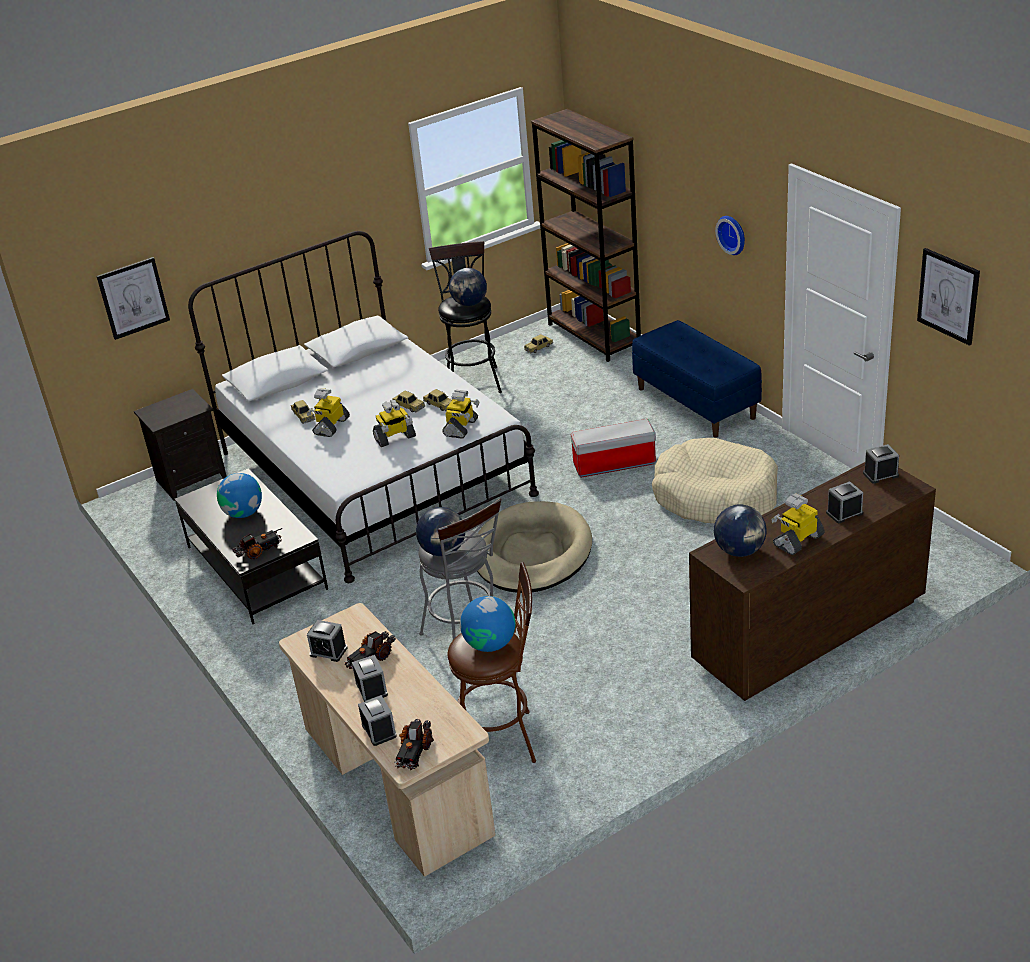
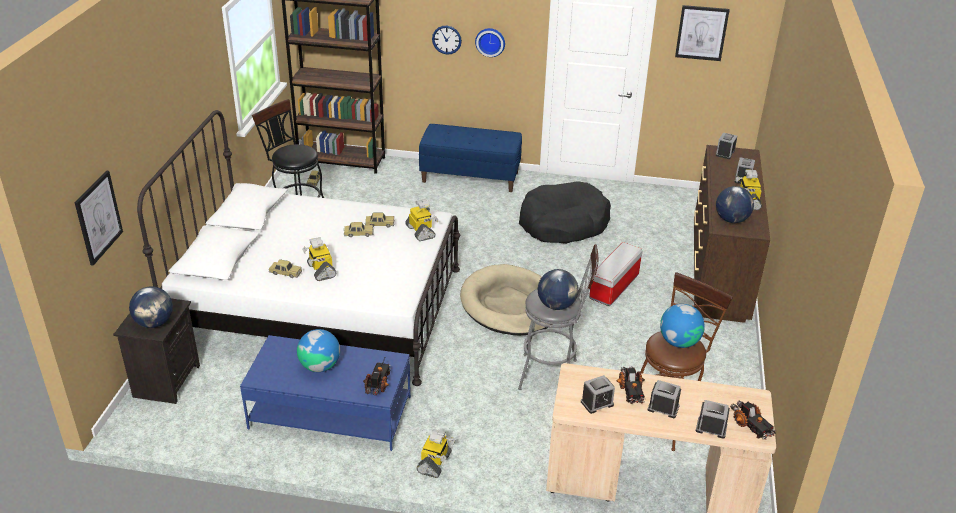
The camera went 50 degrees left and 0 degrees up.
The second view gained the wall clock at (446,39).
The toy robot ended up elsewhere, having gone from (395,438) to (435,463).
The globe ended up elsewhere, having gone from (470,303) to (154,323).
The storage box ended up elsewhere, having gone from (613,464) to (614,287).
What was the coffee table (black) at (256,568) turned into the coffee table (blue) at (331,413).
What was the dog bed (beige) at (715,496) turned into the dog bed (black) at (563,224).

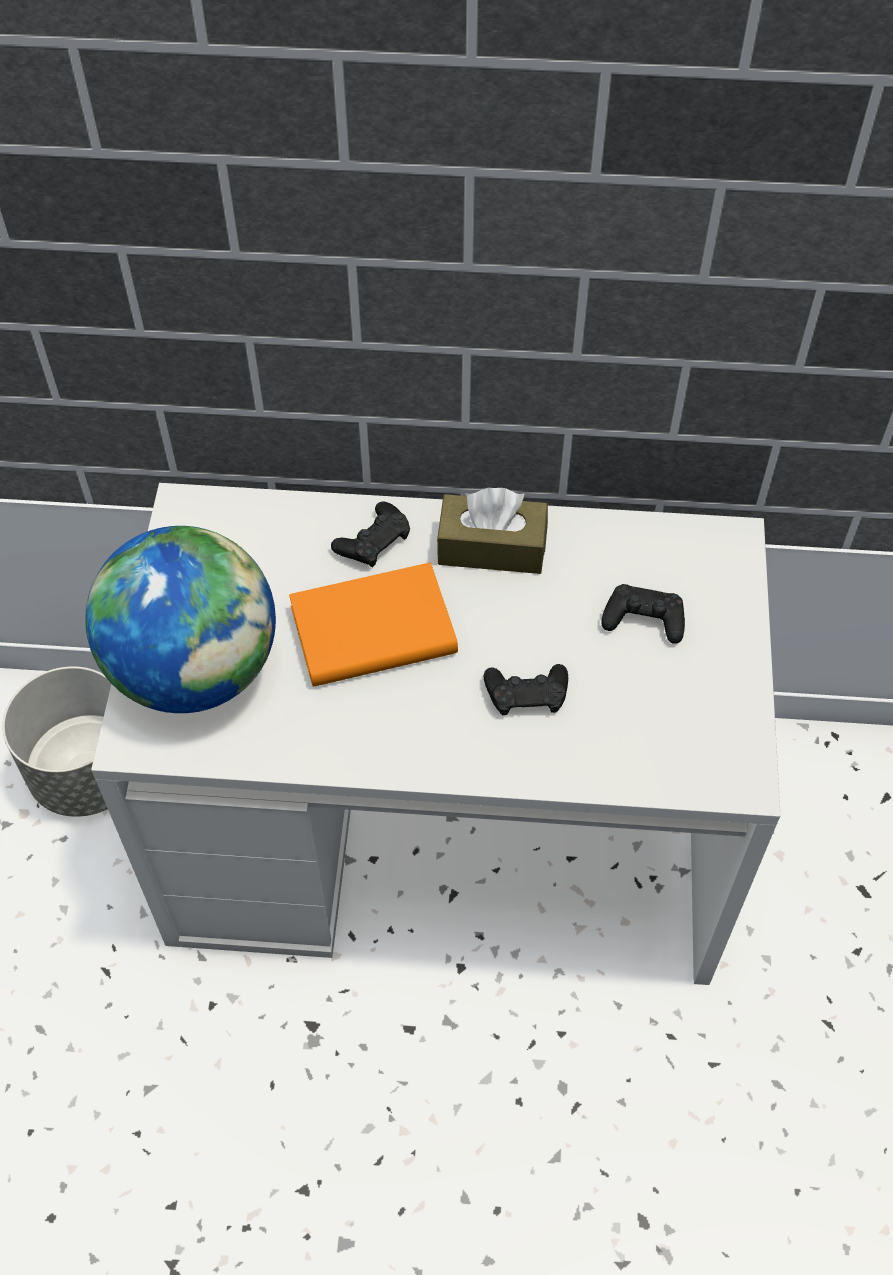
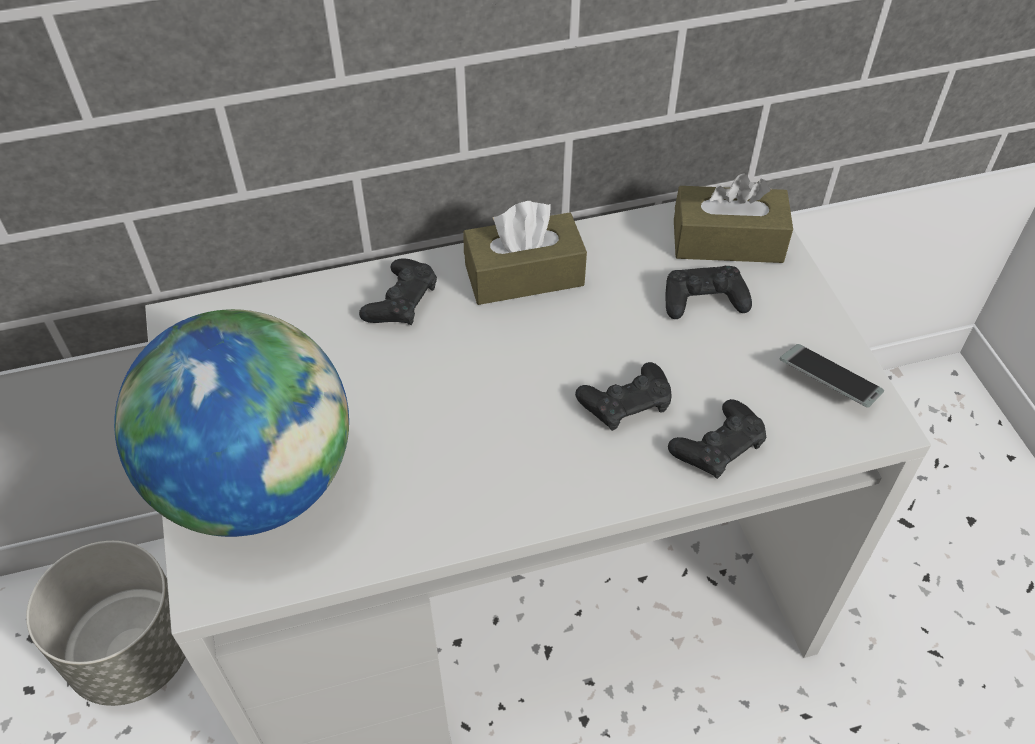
The camera went 20 degrees left and 5 degrees down.
The second view lost the book (orange) at (373,631).
The second view gained the game controller (black) at (718,446).
The second view gained the tissue box (brown) at (727,241).
The second view gained the phone at (828,382).

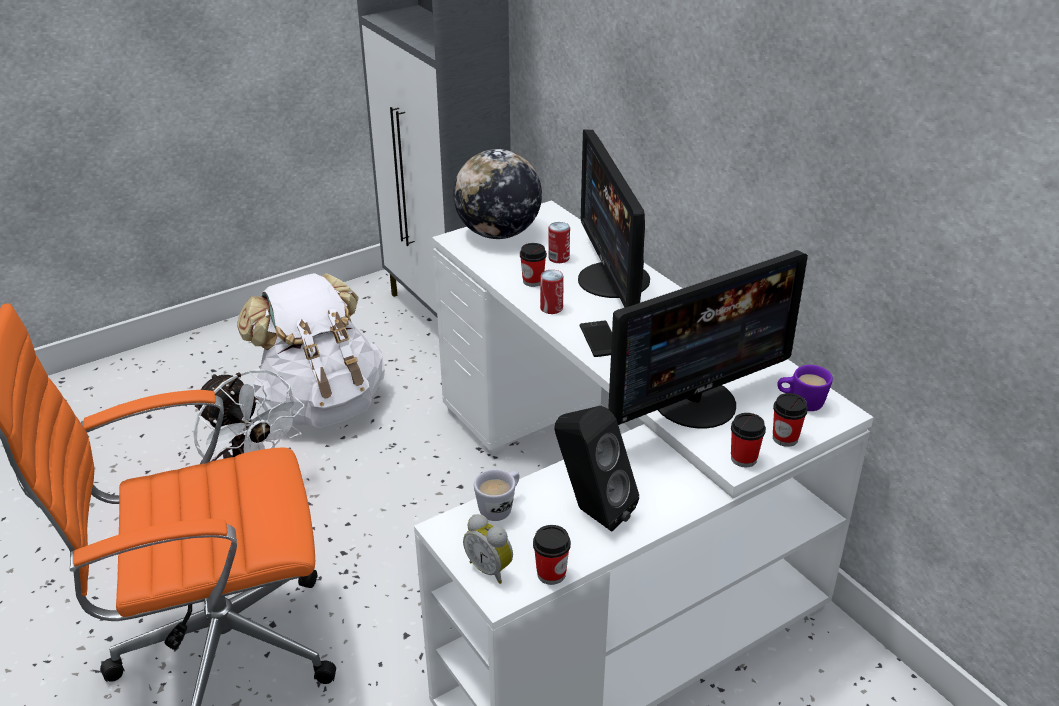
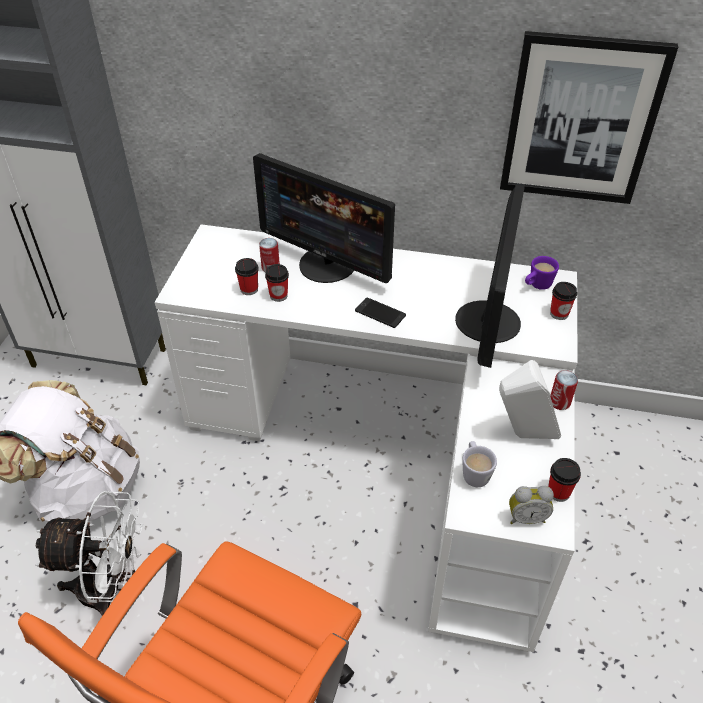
The camera went 45 degrees left and 10 degrees up.
The second view lost the globe at (498,233).
The second view gained the picture at (580,120).
The can ended up elsewhere, having gone from (551,308) to (559,402).
The cup ended up elsewhere, having gone from (743,459) to (249,289).
What was the speaker (black) at (591,511) turned into the speaker (white) at (522,434).

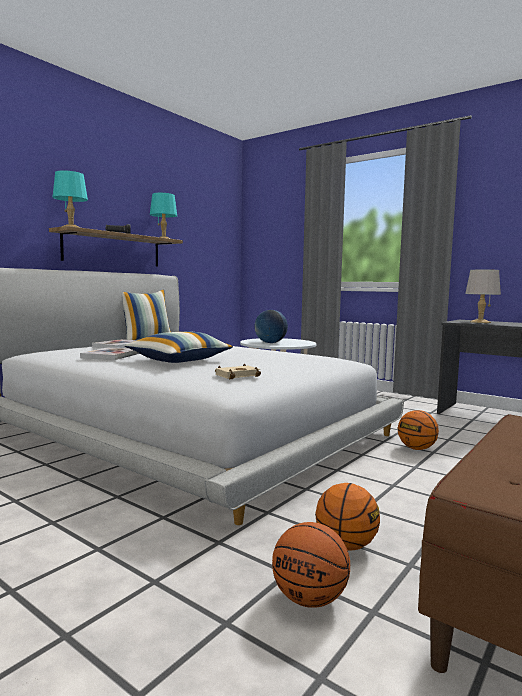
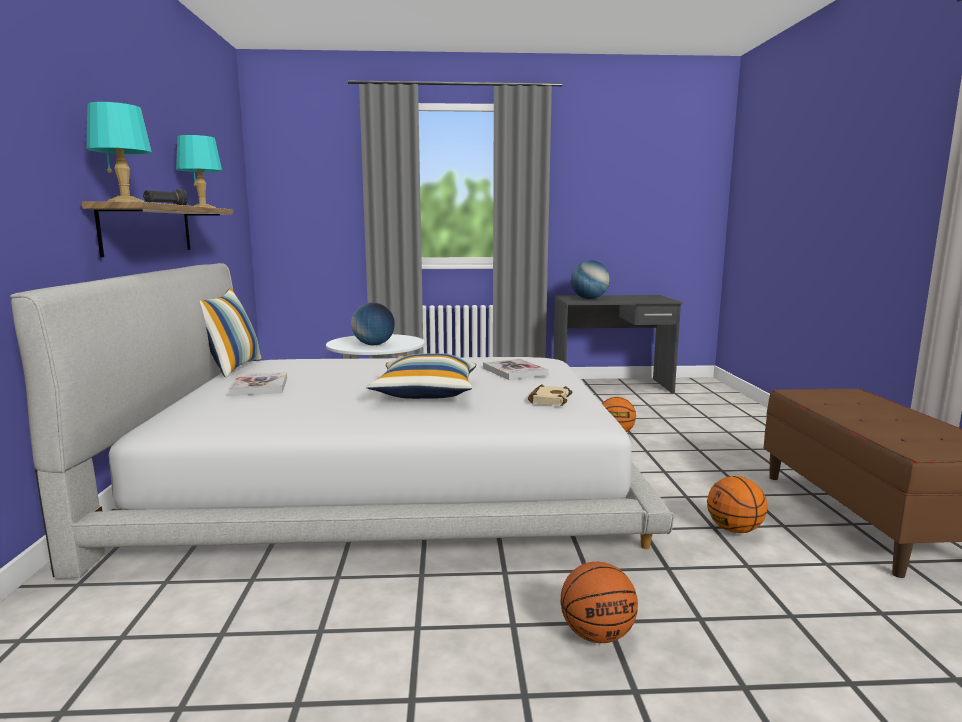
The camera went 40 degrees left and 5 degrees up.
The book ended up elsewhere, having gone from (111,355) to (514,371).
The basketball ended up elsewhere, having gone from (309,599) to (597,635).
Where the table lamp (grey) stood at (480,322), the globe came to stand at (589,298).

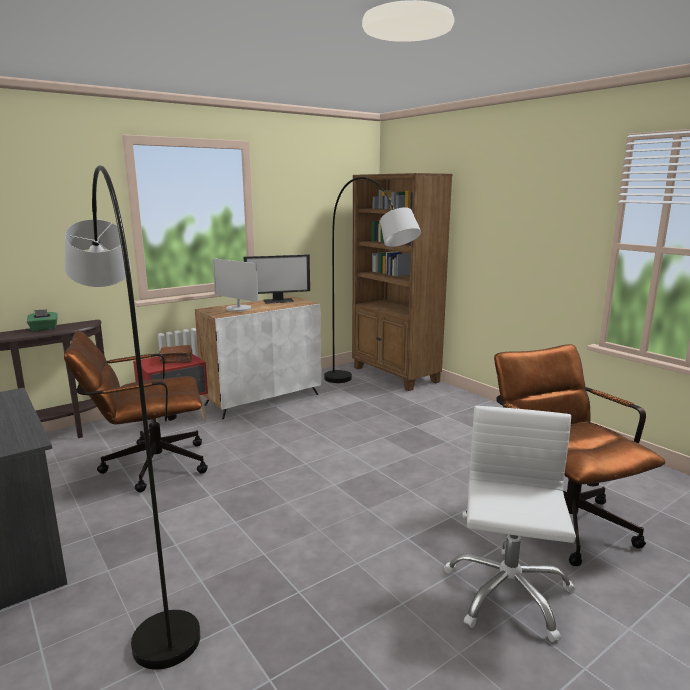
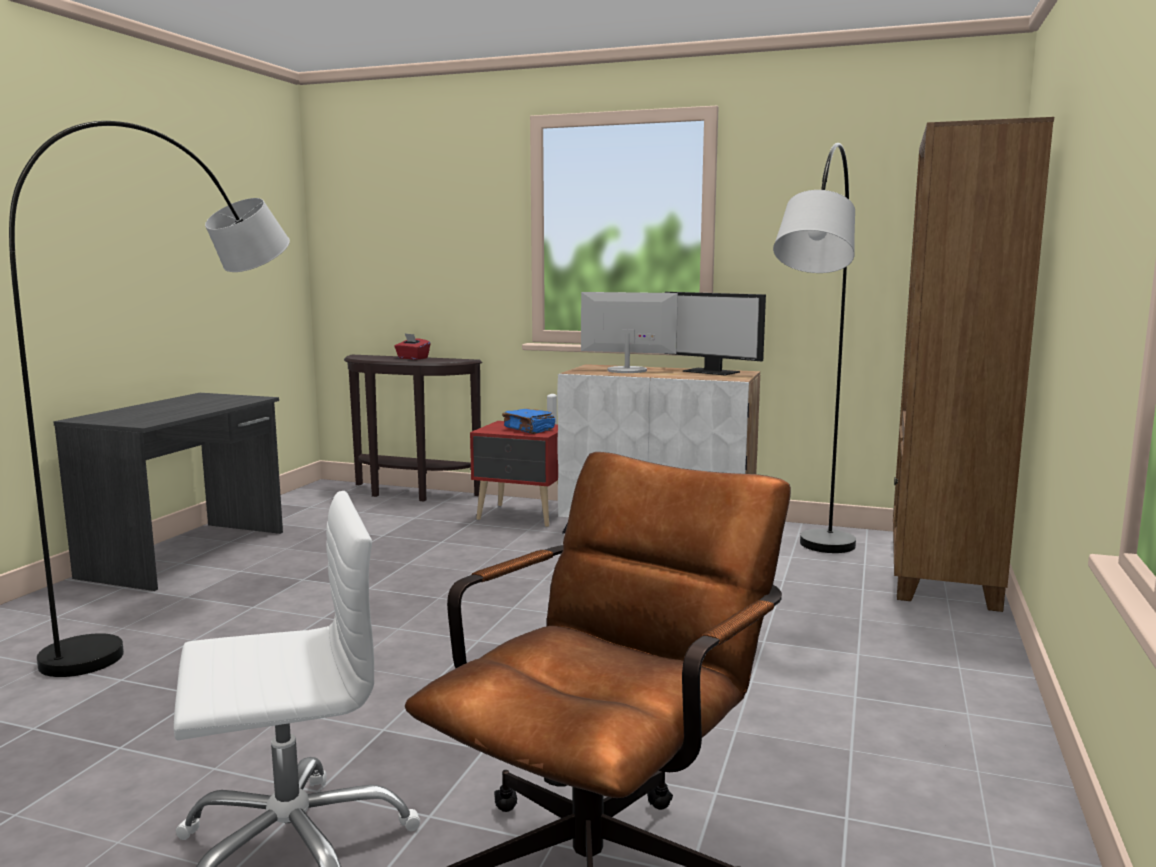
The camera went 55 degrees right and 5 degrees down.
The second view lost the office chair (brown) at (147,466).
What was the tissue box (green) at (44,329) turned into the tissue box (red) at (412,358).
What was the book (brown) at (177,360) turned into the book (blue) at (529,429).
The monitor at (238,308) ended up facing another way, 105 degrees clockwise from before.

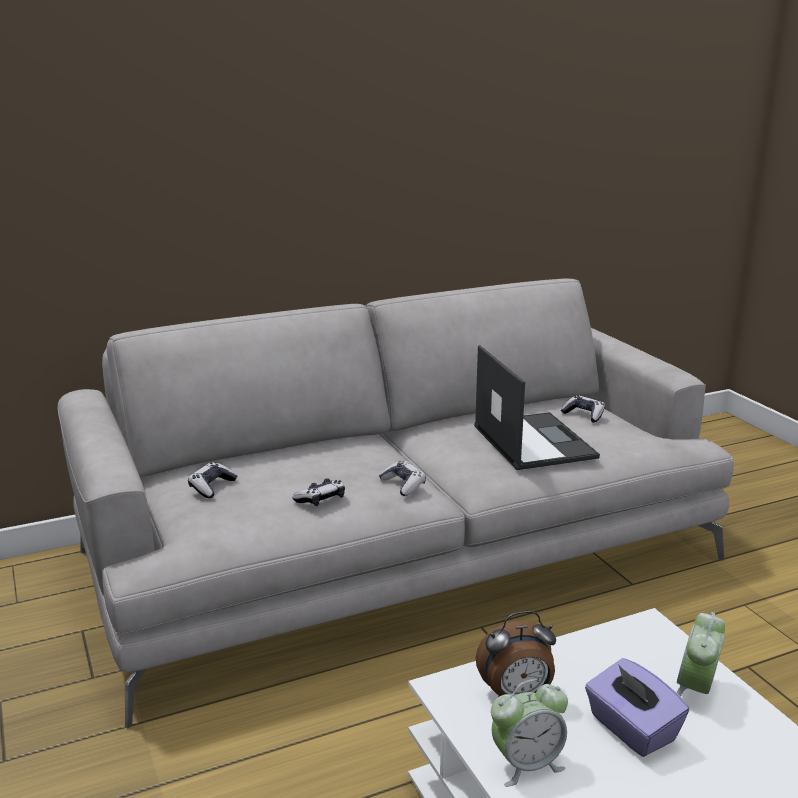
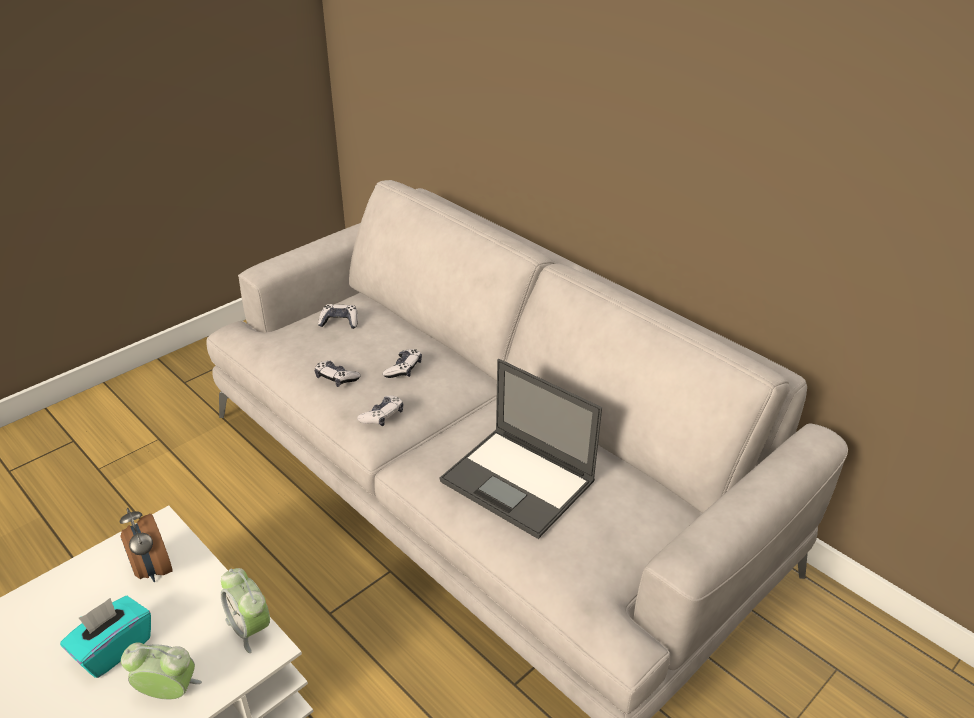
The camera went 70 degrees right and 15 degrees up.
The alarm clock ended up elsewhere, having gone from (527,764) to (250,628).
The game controller ended up elsewhere, having gone from (584,415) to (403,369).
What was the tissue box (purple) at (631,729) turned into the tissue box (turquoise) at (113,648).
The laptop at (532,441) ended up facing another way, 75 degrees clockwise from before.

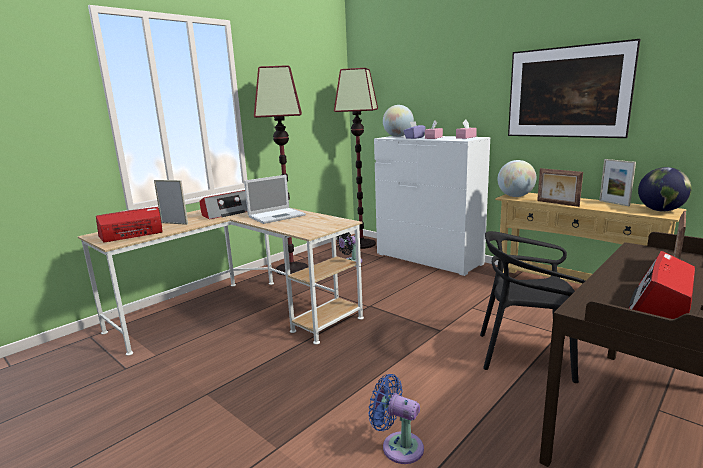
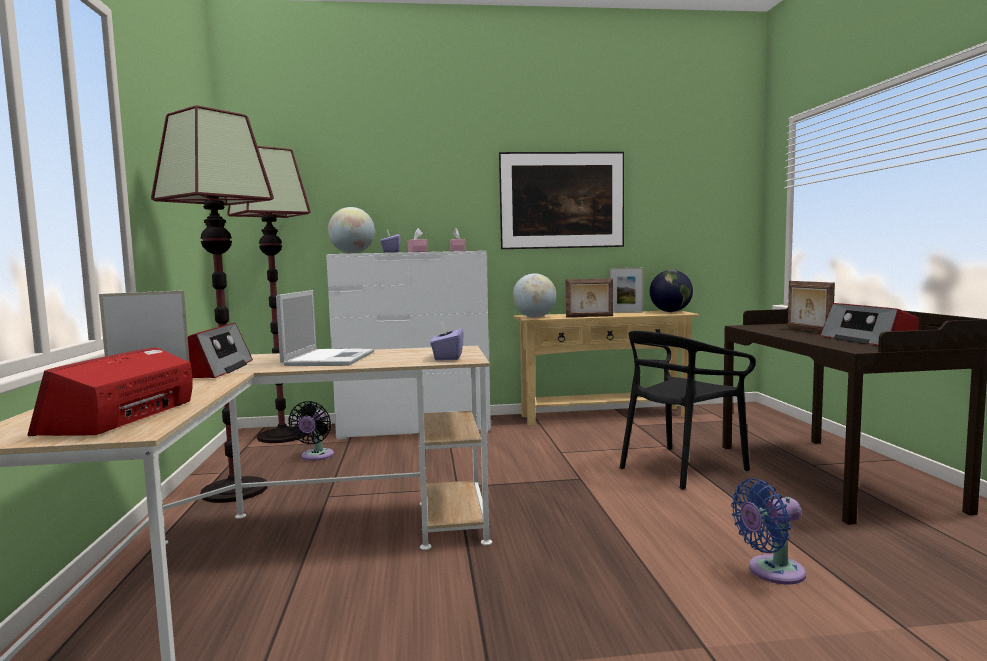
The camera went 50 degrees left and 10 degrees down.
The second view gained the tissue box (purple) at (447,357).

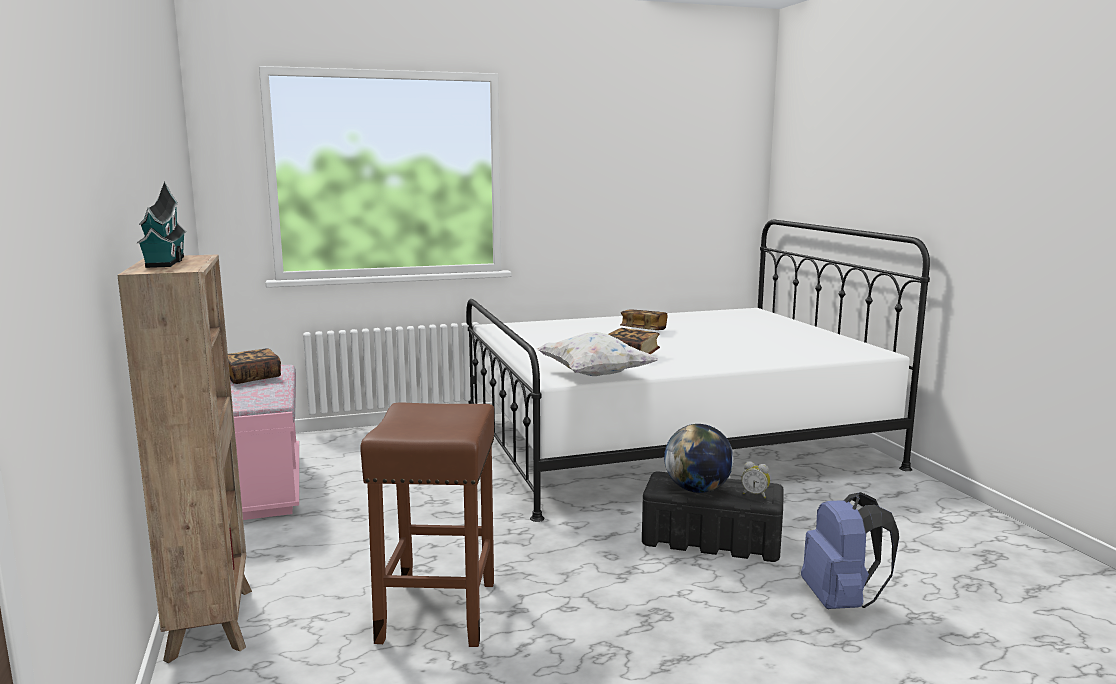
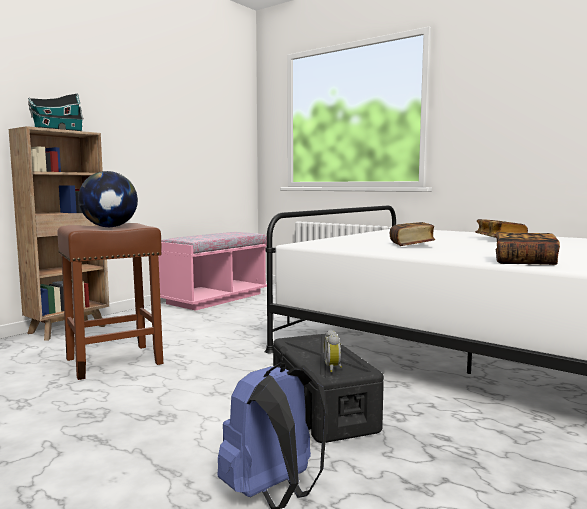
The camera went 55 degrees right and 5 degrees down.
The second view lost the pillow (white) at (594,375).
The book ended up elsewhere, having gone from (252,377) to (524,262).
The globe ended up elsewhere, having gone from (697,489) to (110,227).

